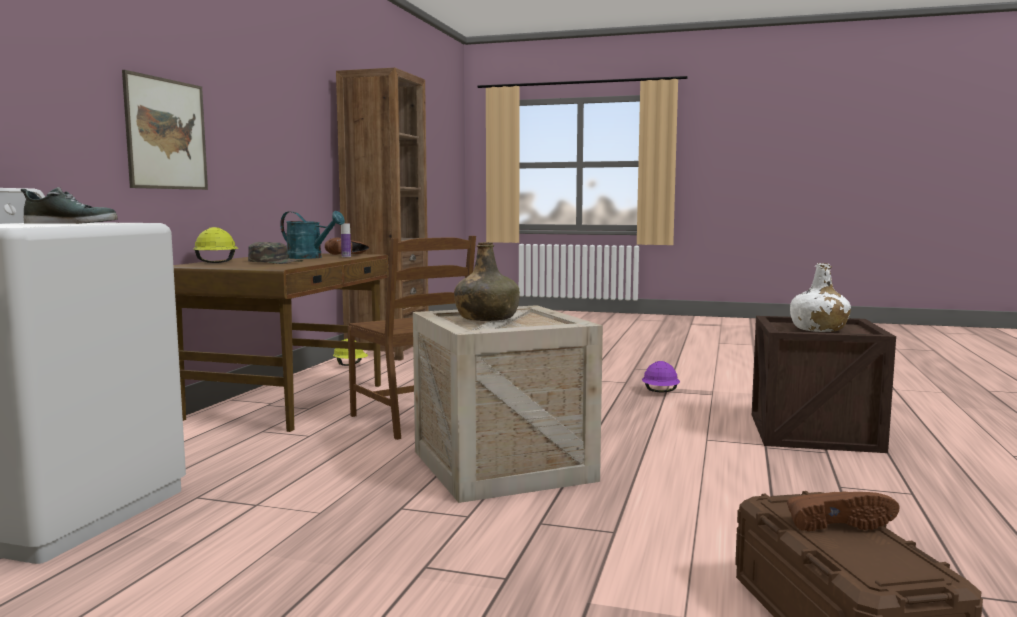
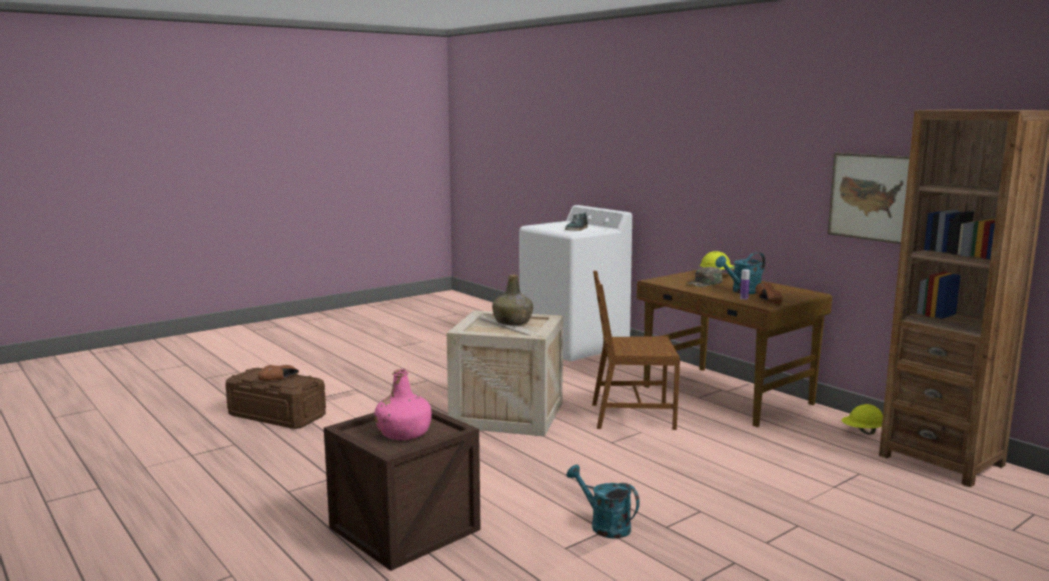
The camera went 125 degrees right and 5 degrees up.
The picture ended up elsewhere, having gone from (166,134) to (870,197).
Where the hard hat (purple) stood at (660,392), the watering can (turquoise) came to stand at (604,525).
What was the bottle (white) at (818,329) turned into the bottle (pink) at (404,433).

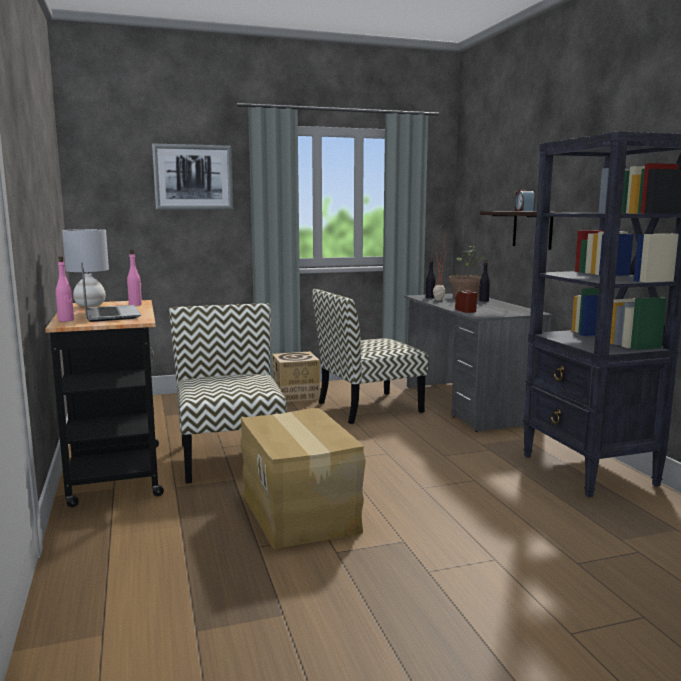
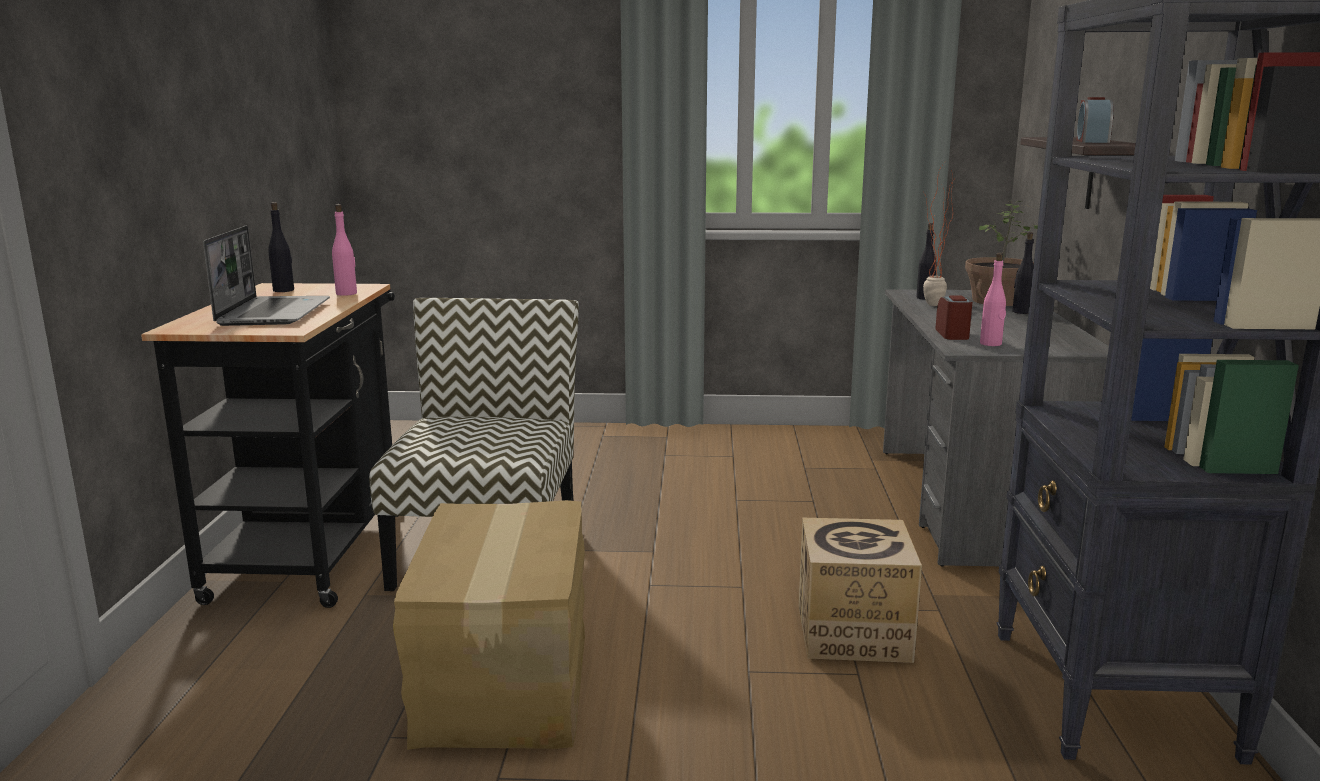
The camera went 20 degrees right and 5 degrees up.
The second view lost the picture at (193,177).
The second view lost the chair at (368,407).
The bottle (pink) ended up elsewhere, having gone from (66,320) to (991,344).
The cardboard box ended up elsewhere, having gone from (296,395) to (853,633).
Where the table lamp (grey) stood at (89,305), the bottle (black) came to stand at (284,290).

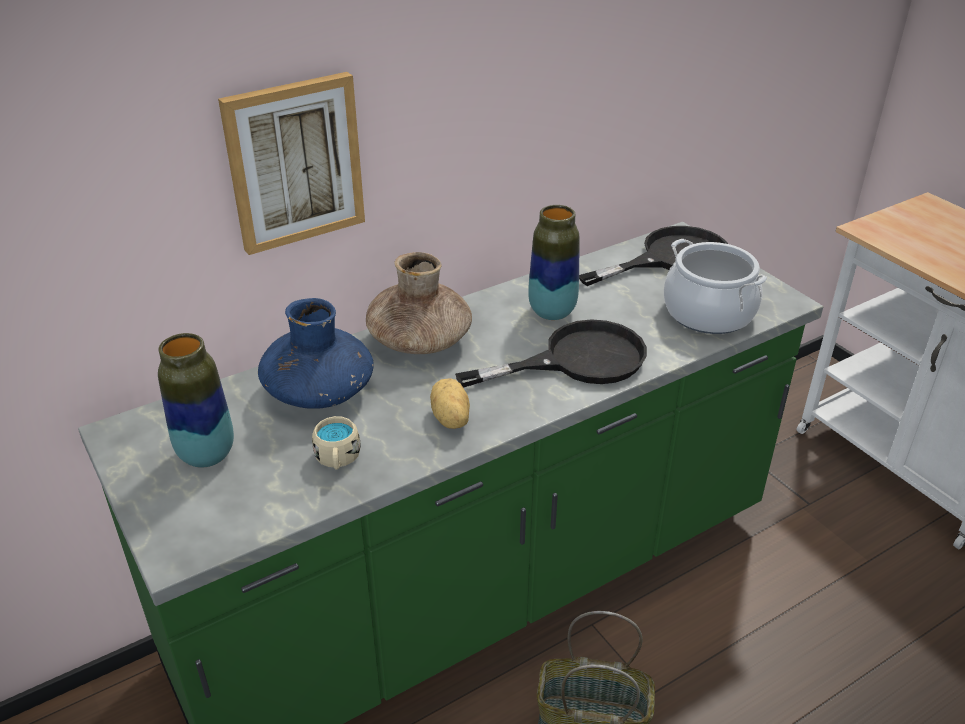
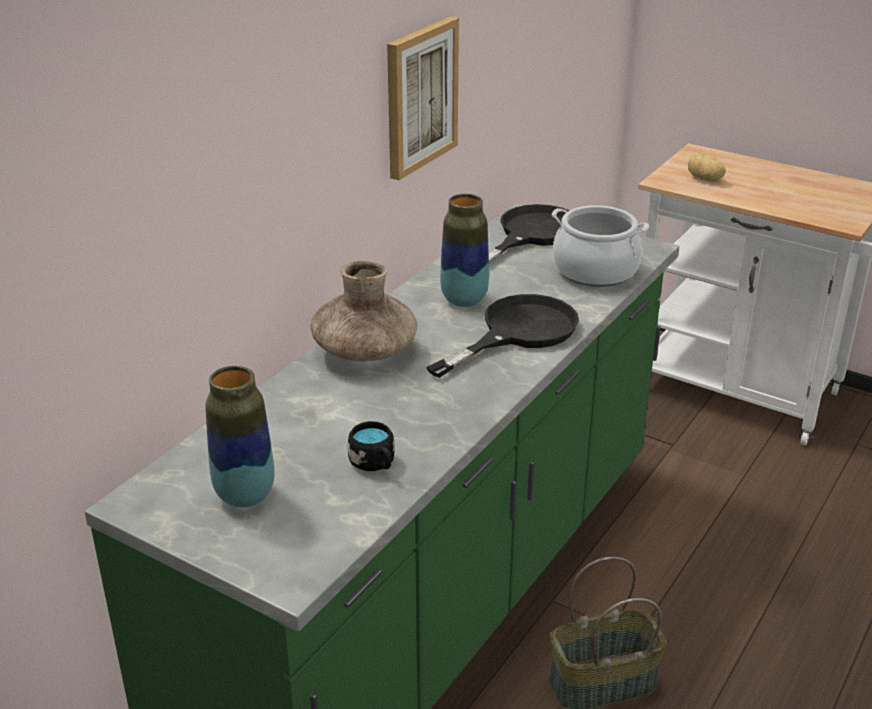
The camera went 25 degrees left and 5 degrees down.
The second view lost the vase (blue) at (319,391).
The picture ended up elsewhere, having gone from (294,162) to (420,97).
The potato ended up elsewhere, having gone from (449,419) to (704,179).
What was the mug (beige) at (337,459) turned into the mug (black) at (375,464).

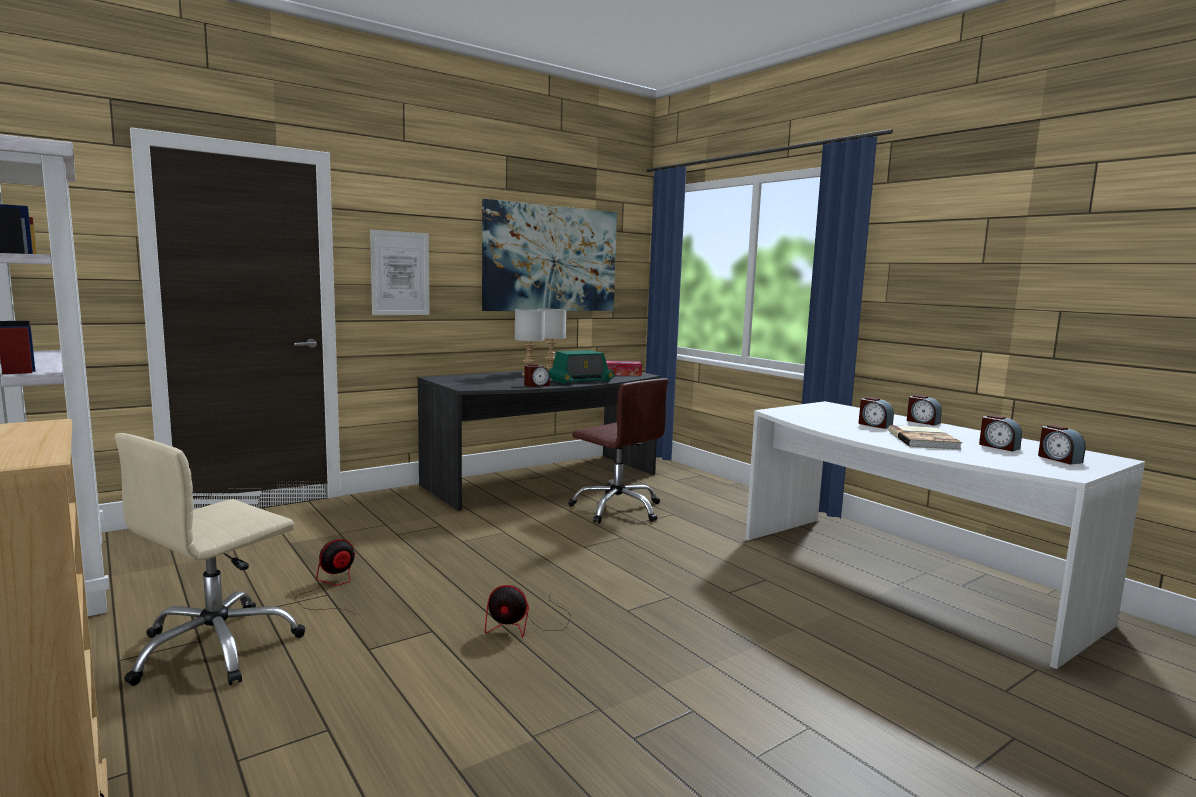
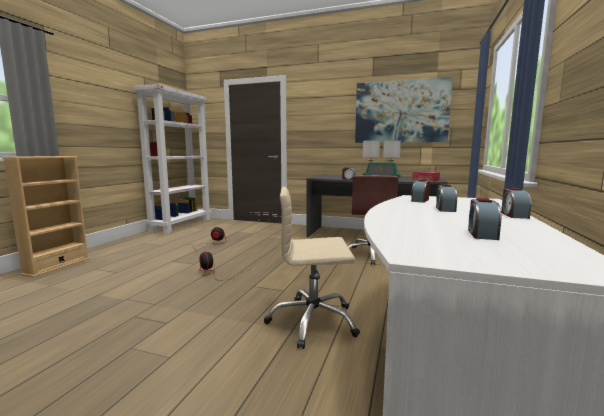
The camera went 55 degrees right and 0 degrees up.
The second view lost the picture at (400,273).
The second view lost the book at (924,440).
The office chair (beige) ended up elsewhere, having gone from (216,648) to (313,322).
The alarm clock ended up elsewhere, having gone from (1058,459) to (420,200).

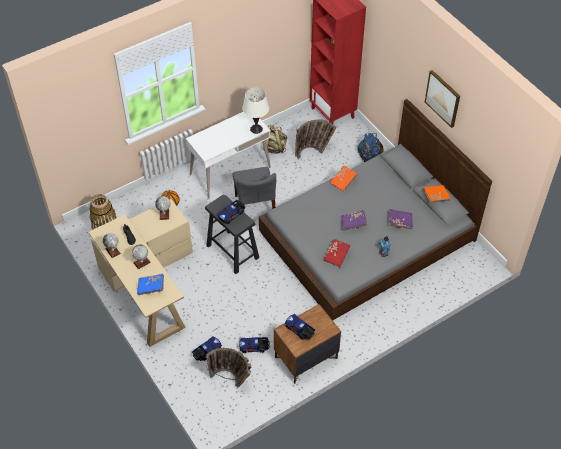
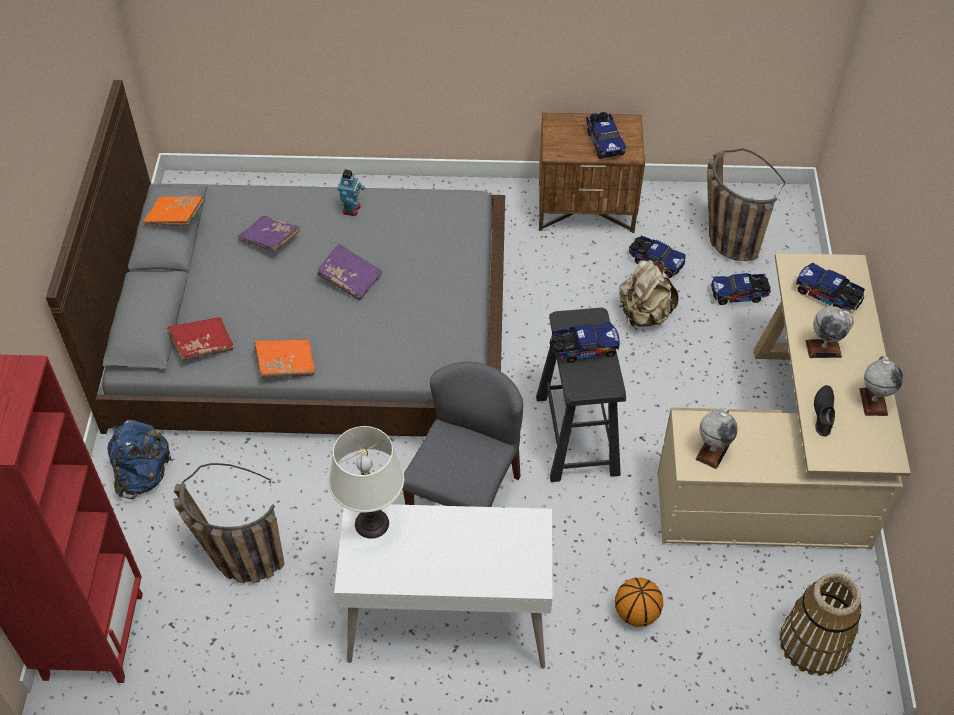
The camera went 145 degrees left and 0 degrees up.
The second view lost the picture at (443,98).
The backpack (beige) ended up elsewhere, having gone from (274,147) to (644,314).
The book (red) ended up elsewhere, having gone from (336,256) to (202,345).
Where the book (blue) stood at (151,287), the toy truck came to stand at (828,296).

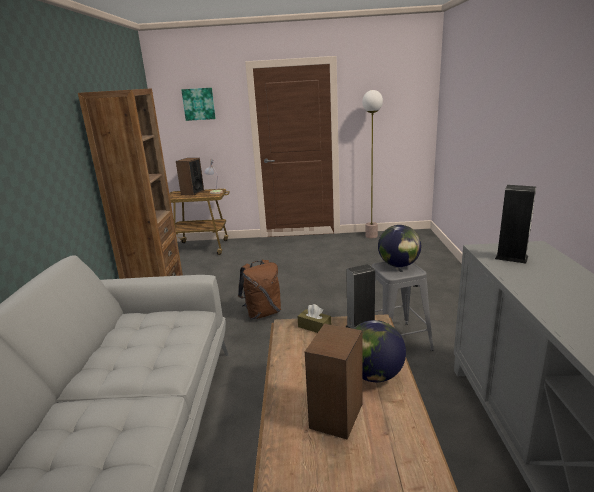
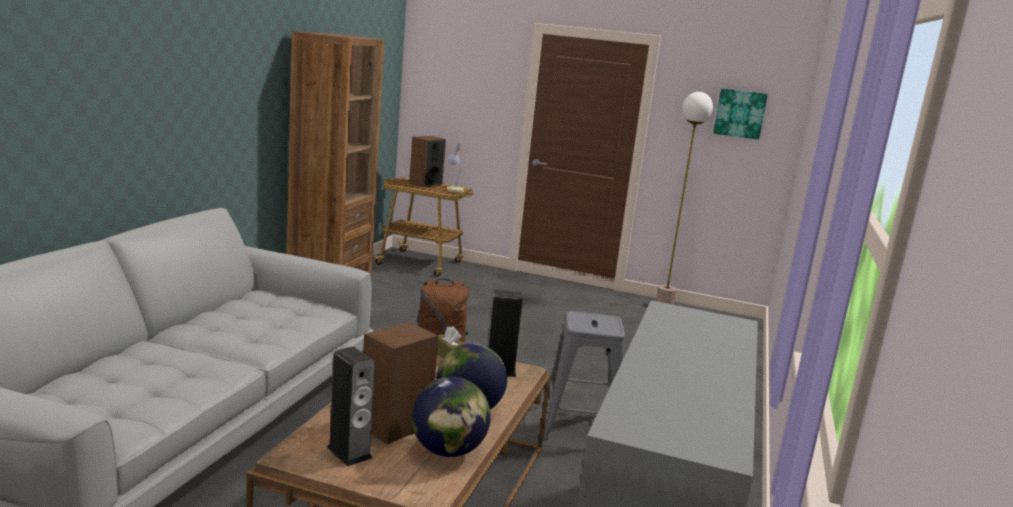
The camera went 15 degrees right and 5 degrees down.
The picture ended up elsewhere, having gone from (199,104) to (740,113).
The globe ended up elsewhere, having gone from (399,265) to (448,451).
The speaker ended up elsewhere, having gone from (511,257) to (349,452).

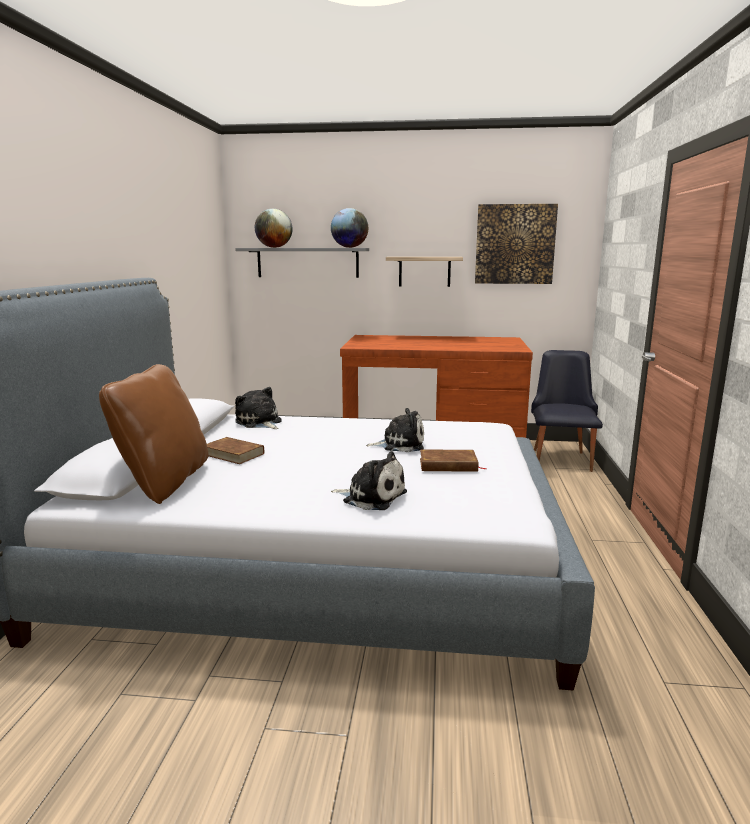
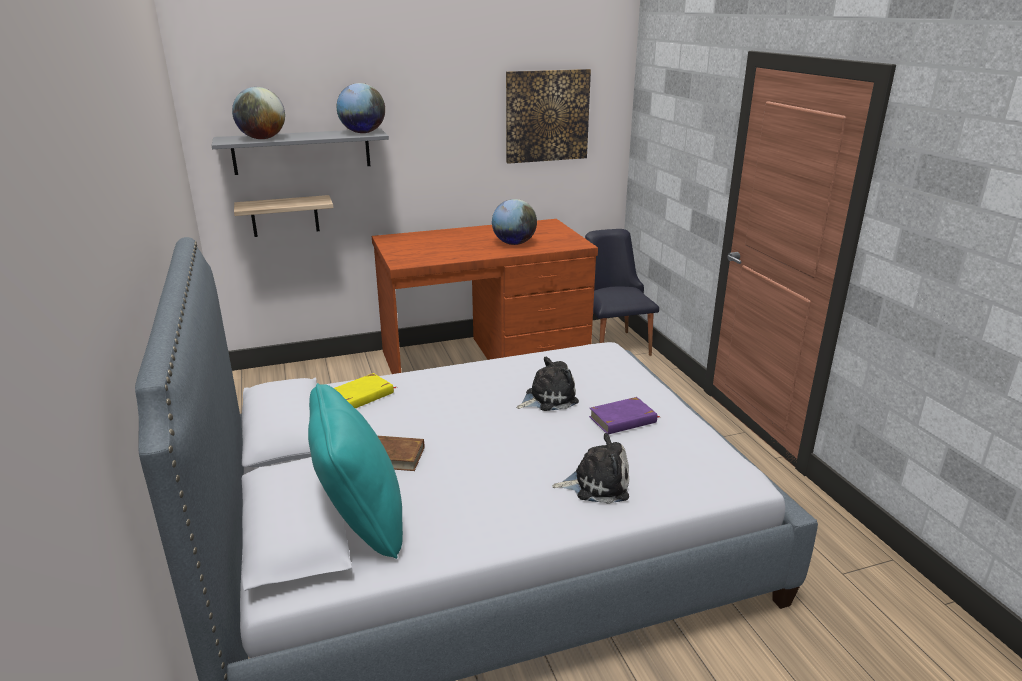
The camera went 25 degrees left and 10 degrees up.
The second view gained the globe at (514,243).
The shelf ended up elsewhere, having gone from (424,271) to (285,216).
Where the plush toy stood at (259,422), the book (yellow) came to stand at (362,396).
What was the pillow (brown) at (164,482) turned into the pillow (turquoise) at (361,522).
What was the book (brown) at (448,465) turned into the book (purple) at (623,420).

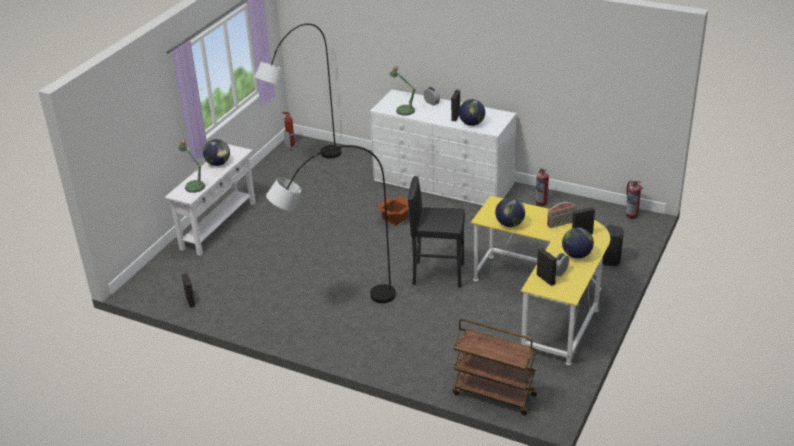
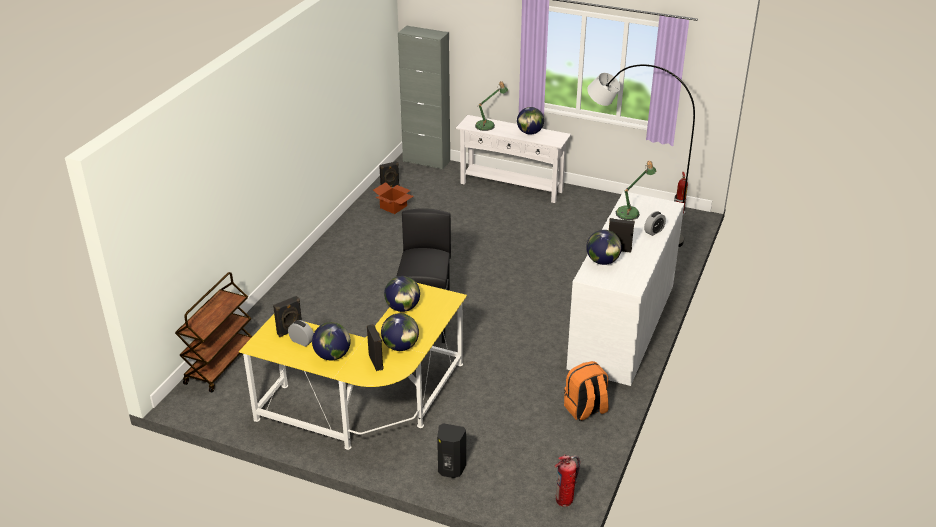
The camera went 85 degrees right and 0 degrees up.
The second view lost the floor lamp (grey) at (336,307).
The second view gained the cabinet (grey) at (426,161).
The cardboard box ended up elsewhere, having gone from (395,218) to (393,207).
Where the fire extinguisher stood at (541,203), the backpack (orange) came to stand at (585,410).
Where the radio stood at (561,224), the globe came to stand at (400,346).

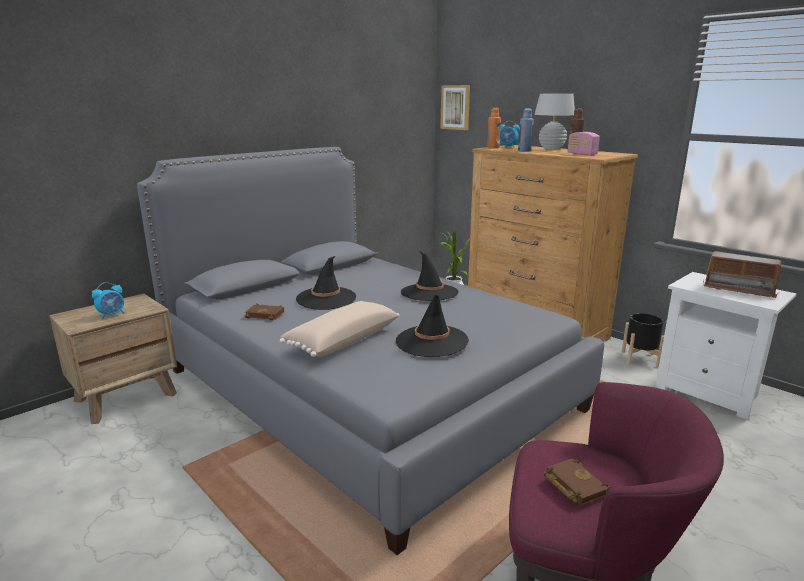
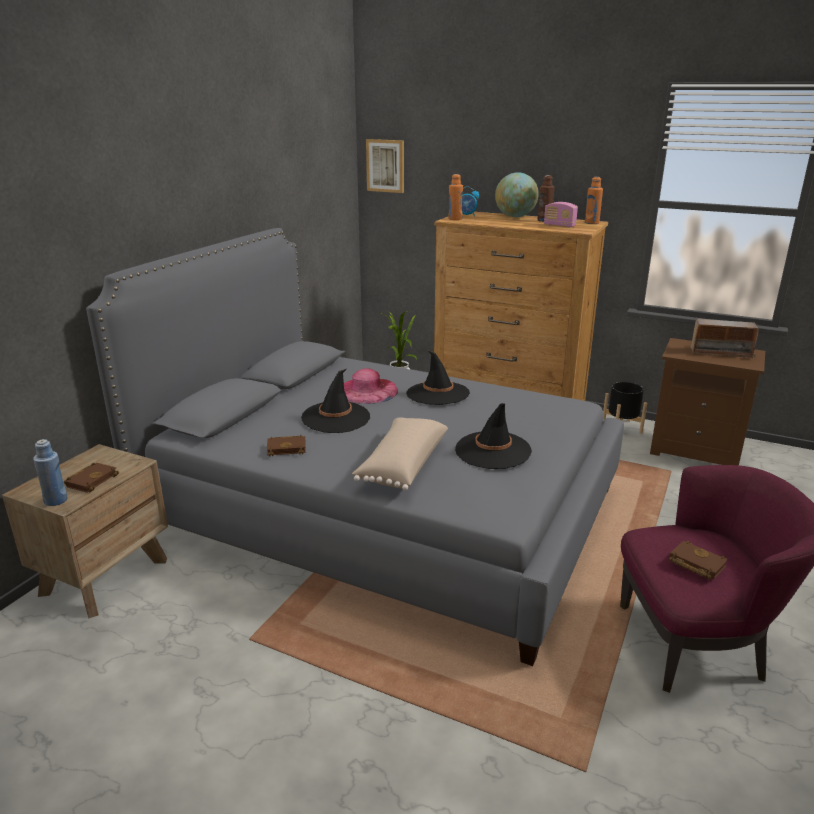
The camera went 20 degrees left and 5 degrees up.
The second view gained the hat (pink) at (367,391).
The second view gained the bottle (orange) at (591,223).
The bottle (blue) ended up elsewhere, having gone from (524,151) to (56,500).
Where the alarm clock stood at (112,315), the book (brown) came to stand at (92,480).
Where the table lamp (white) stood at (551,148), the globe came to stand at (515,216).
What was the nightstand (white) at (710,392) turned into the nightstand (brown) at (696,450).

